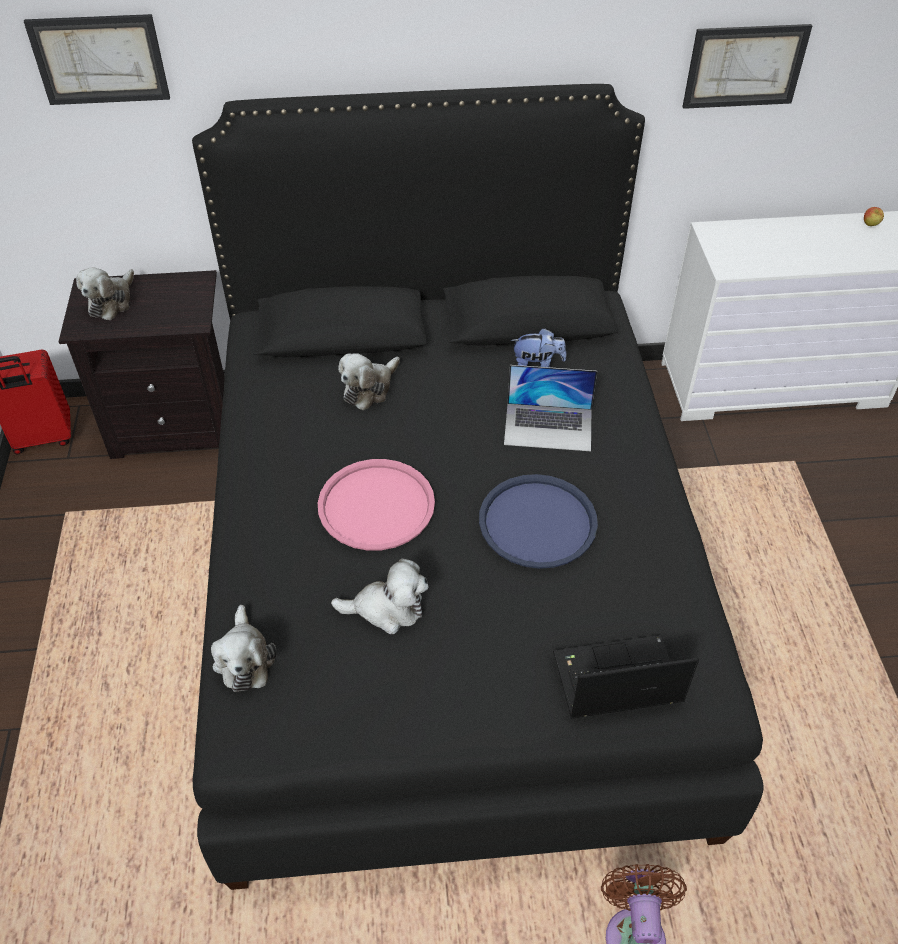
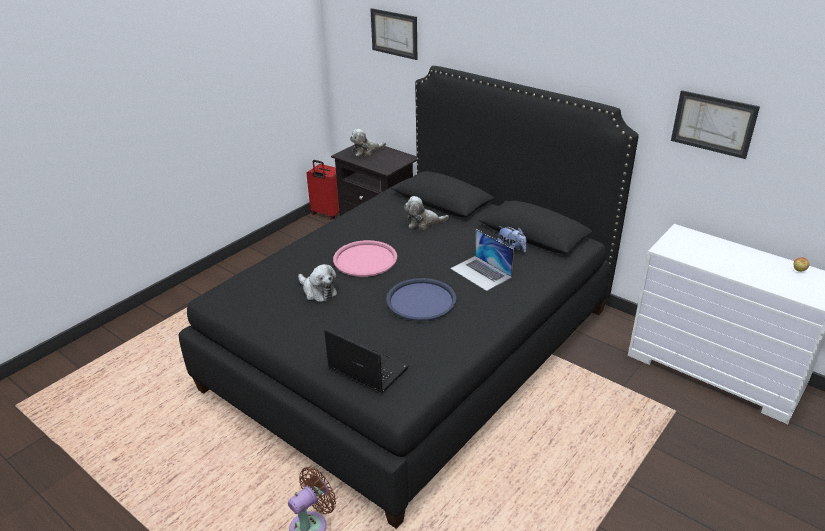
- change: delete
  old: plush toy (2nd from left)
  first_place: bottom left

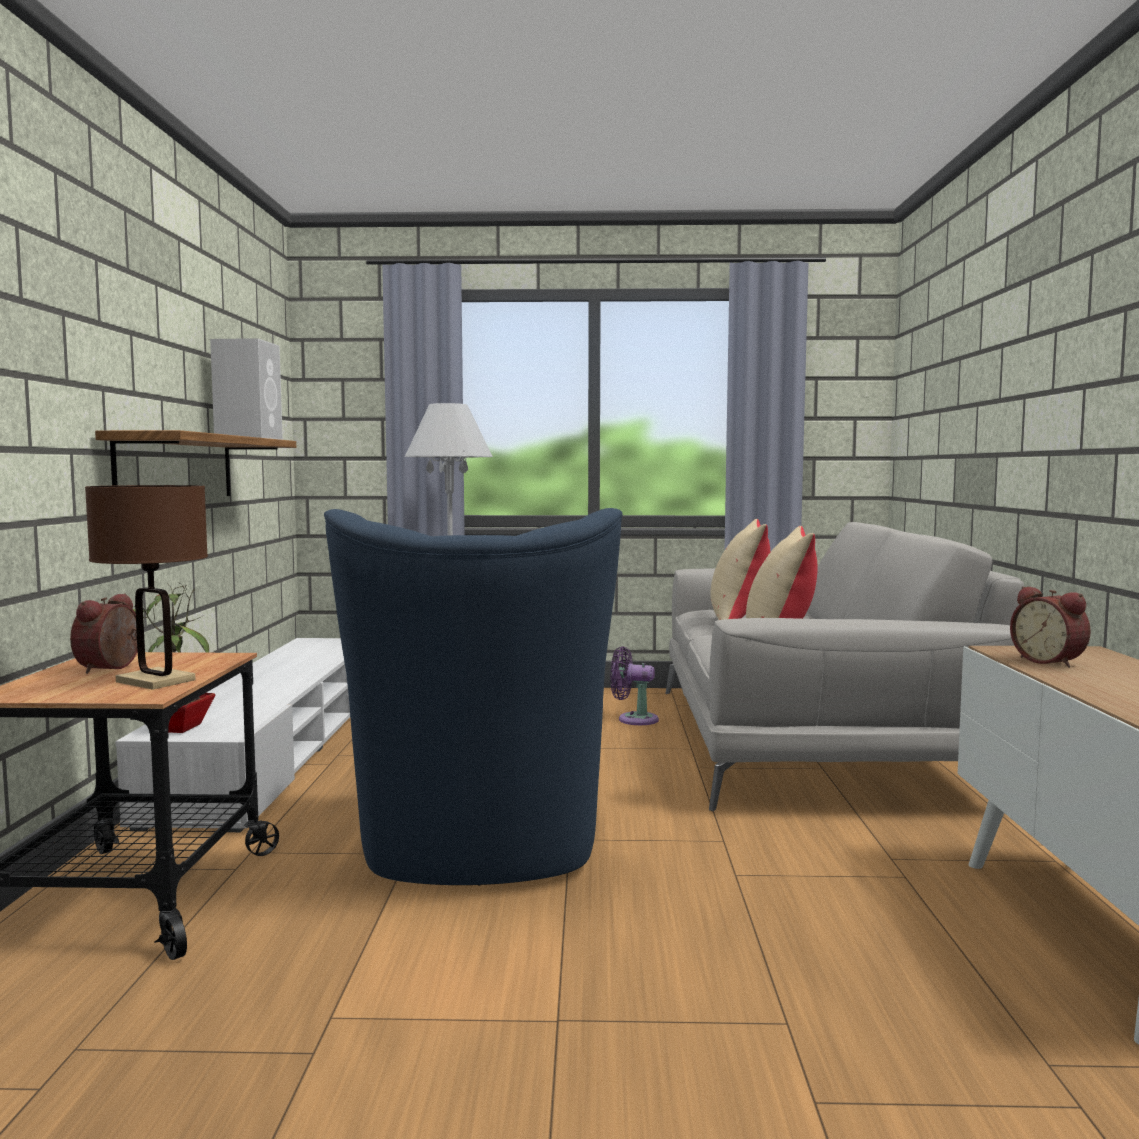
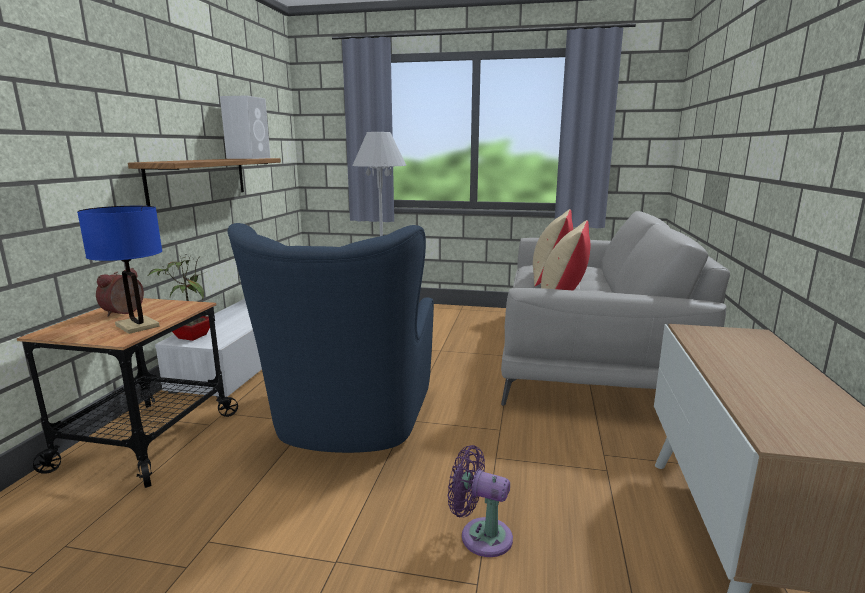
- change: recolor
  old: table lamp (brown)
  new: table lamp (blue)
  first_place: middle left
  second_place: middle left
- change: move
  old: fan (purple)
  first_place: centre
  second_place: bottom centre
- change: delete
  old: alarm clock (2nd from left)
  first_place: middle right

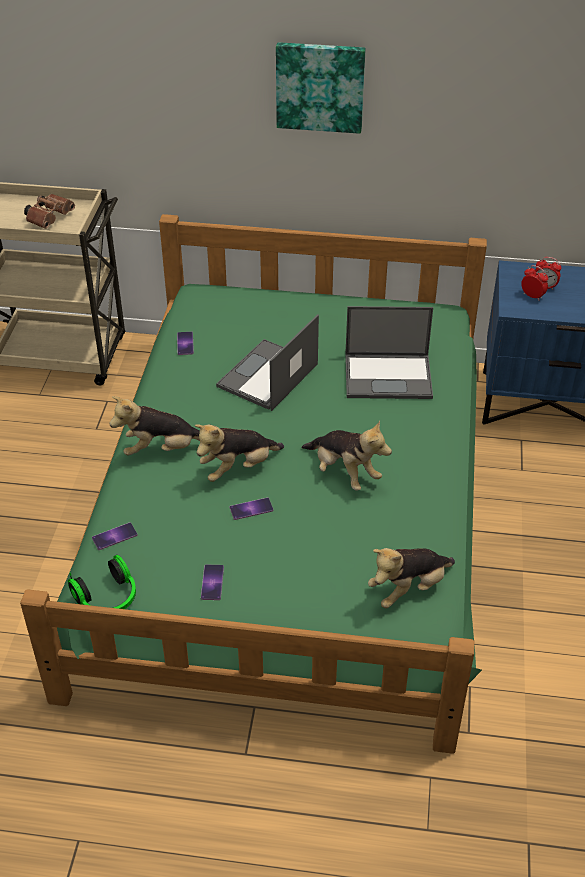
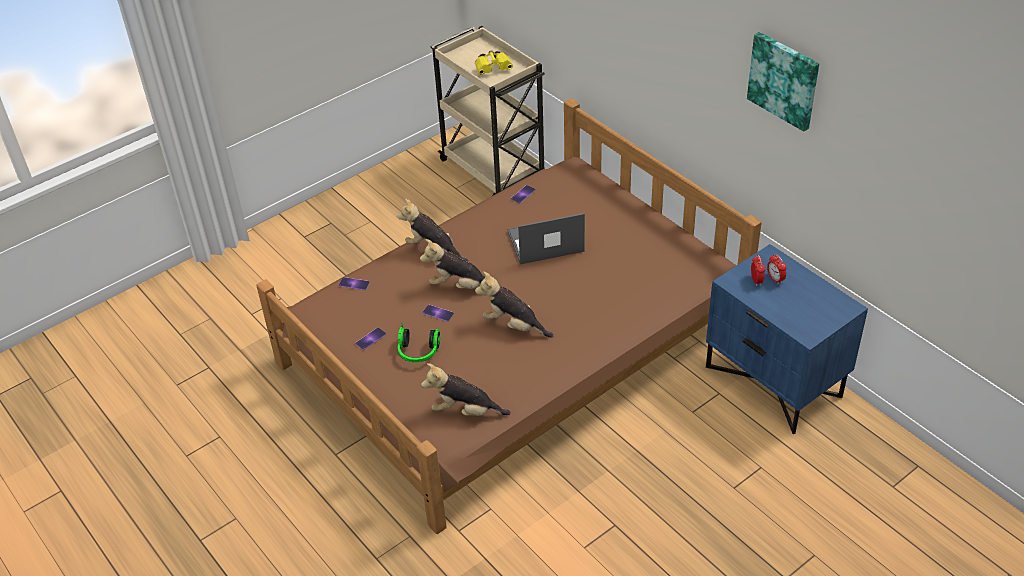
- change: recolor
  old: bed (green)
  new: bed (brown)
  first_place: centre
  second_place: centre
- change: move
  old: headphones
  first_place: middle left
  second_place: centre
- change: recolor
  old: binoculars (brown)
  new: binoculars (yellow)
  first_place: top left
  second_place: top centre
- change: rotate
  old: plush toy (3rd from left in the first image)
  first_place: centre
  second_place: centre
  degrees: 120
- change: move
  old: picture
  first_place: top centre
  second_place: top right
- change: delete
  old: laptop (2nd from left)
  first_place: centre

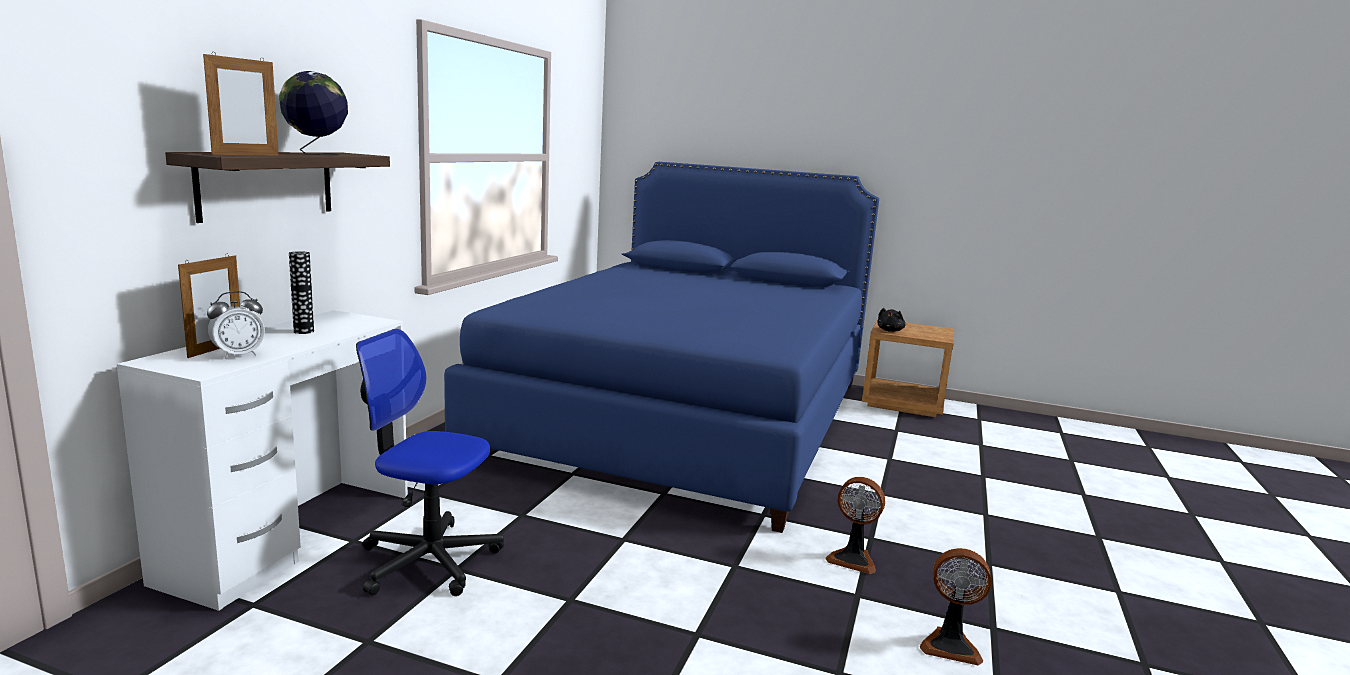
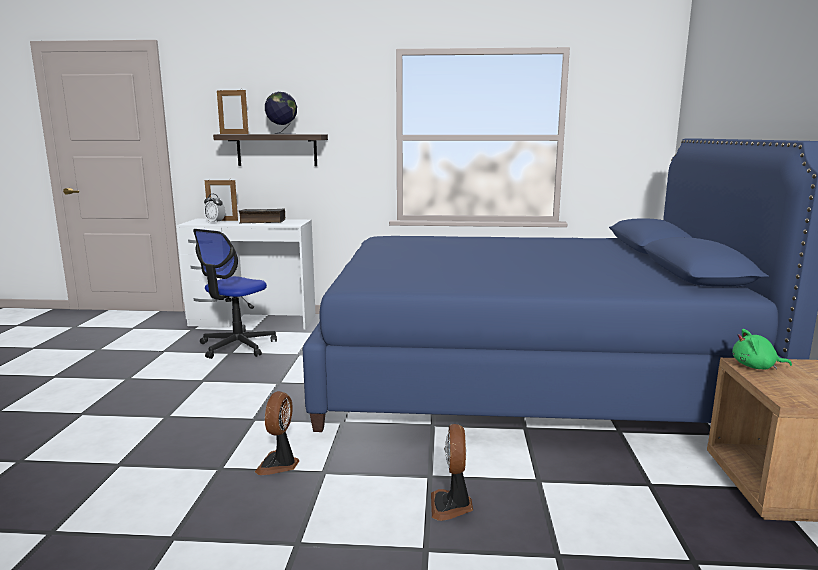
- change: rotate
  old: office chair
  first_place: bottom left
  second_place: middle left
  degrees: -150
- change: replace
  old: vase
  new: book
  first_place: middle left
  second_place: middle left
- change: move
  old: fan (2nd from left)
  first_place: bottom right
  second_place: bottom centre
- change: recolor
  old: plush toy (black)
  new: plush toy (green)
  first_place: centre
  second_place: middle right

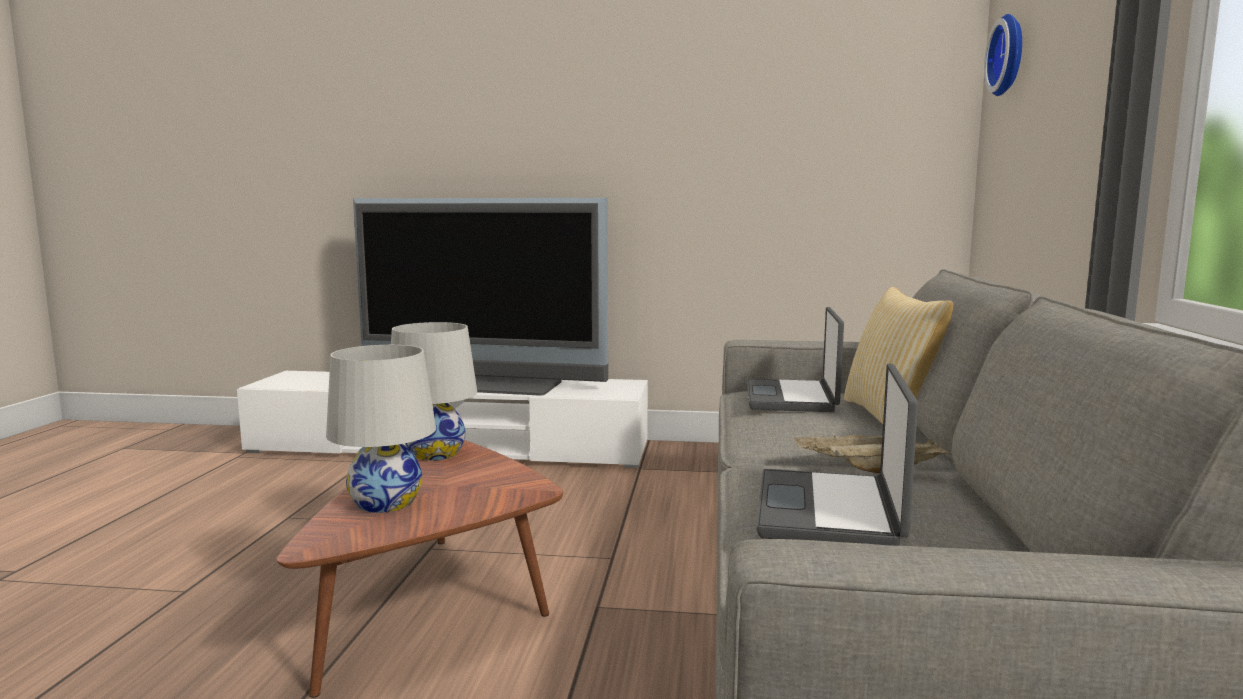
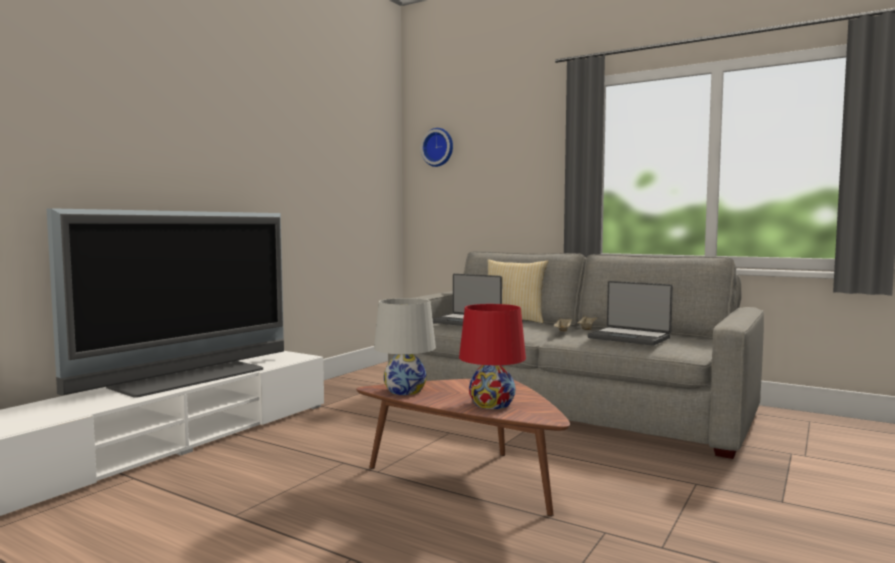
- change: recolor
  old: table lamp (white) (1st from left)
  new: table lamp (red)
  first_place: middle left
  second_place: centre

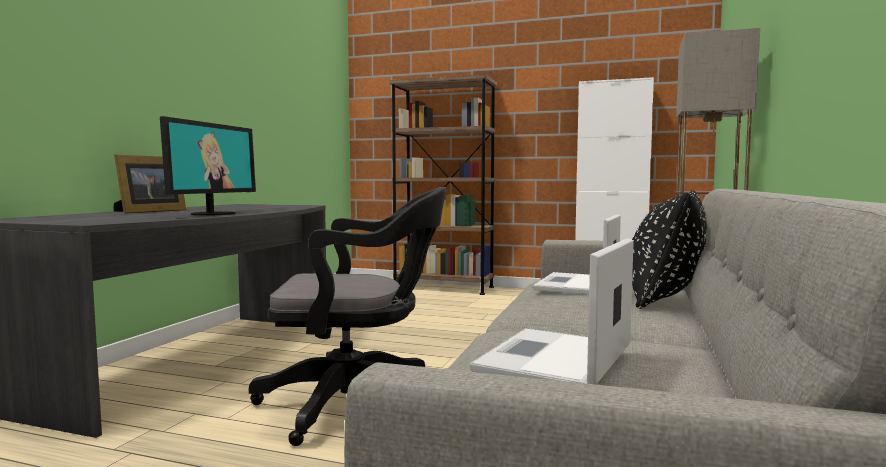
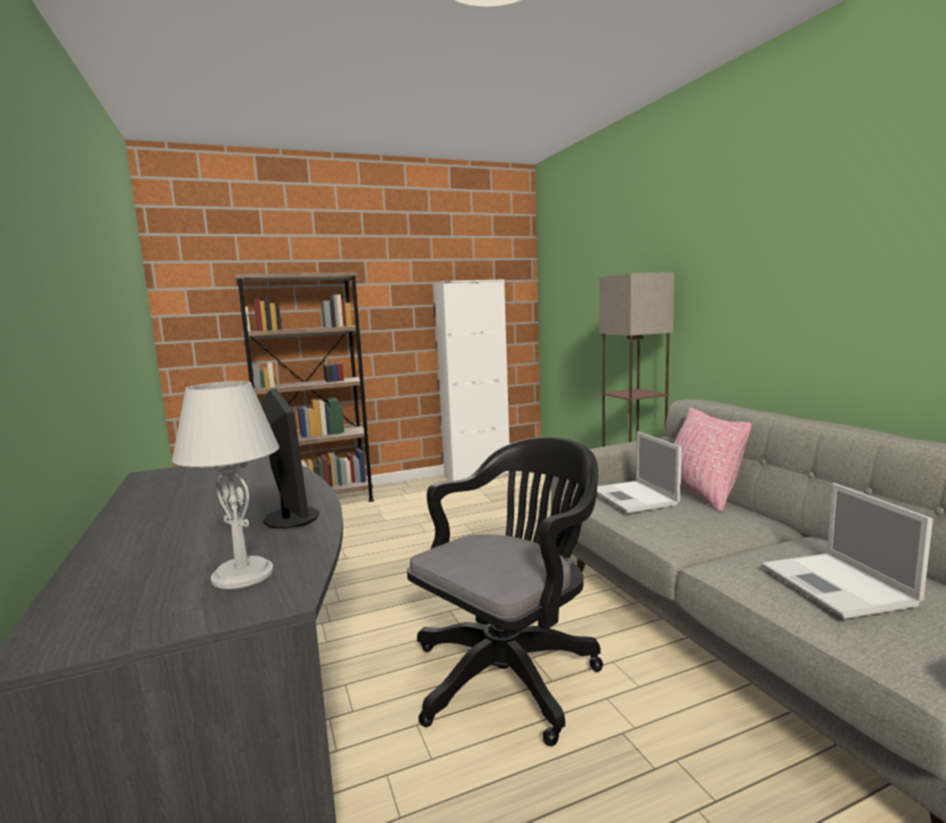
- change: insert
  new: table lamp (grey)
  second_place: middle left
- change: recolor
  old: pillow (black)
  new: pillow (pink)
  first_place: middle right
  second_place: middle right
- change: delete
  old: picture frame
  first_place: middle left

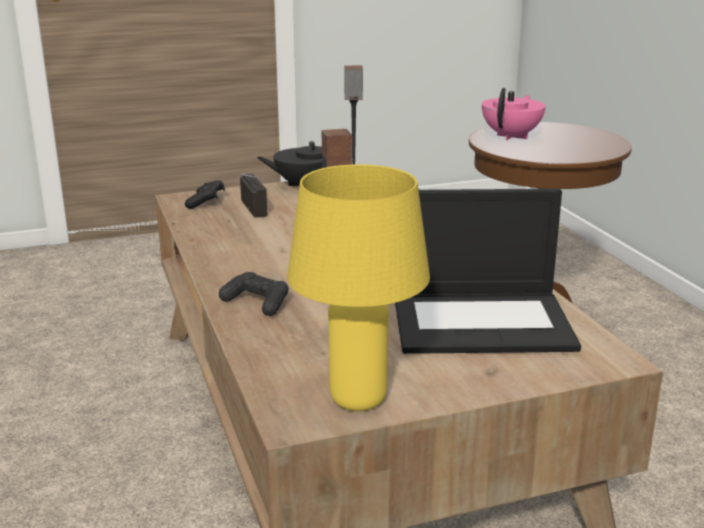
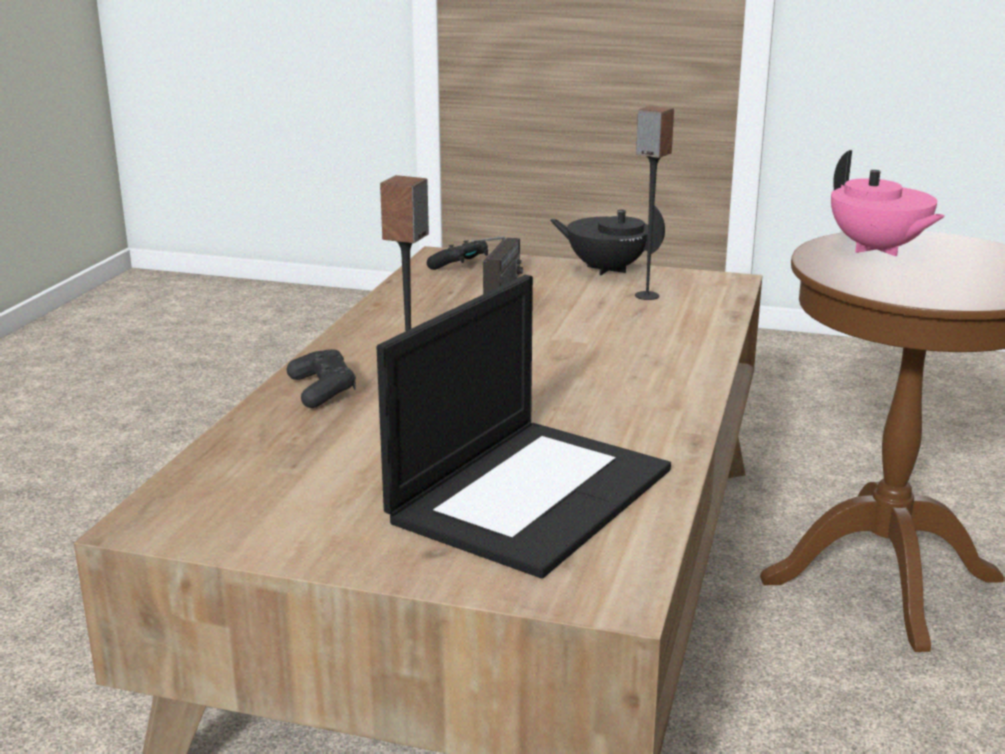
- change: rotate
  old: laptop
  first_place: middle right
  second_place: centre
  degrees: -90
- change: rotate
  old: teapot (pink)
  first_place: top right
  second_place: top right
  degrees: 90
- change: delete
  old: table lamp (yellow)
  first_place: centre

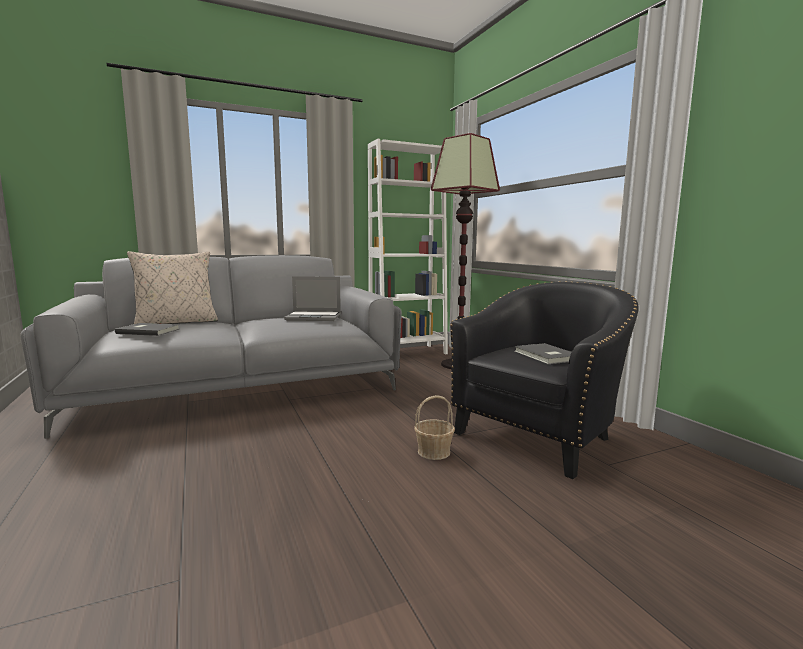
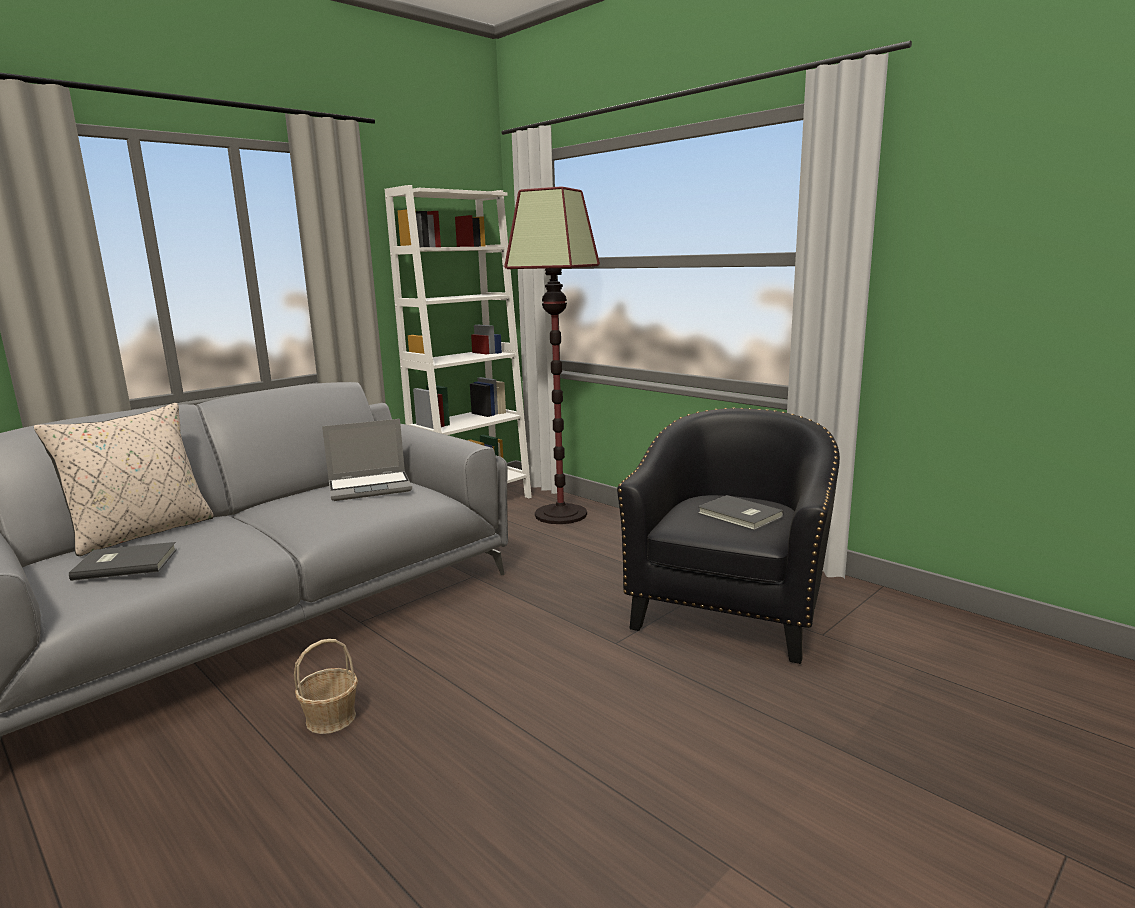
- change: move
  old: basket
  first_place: centre
  second_place: bottom left

